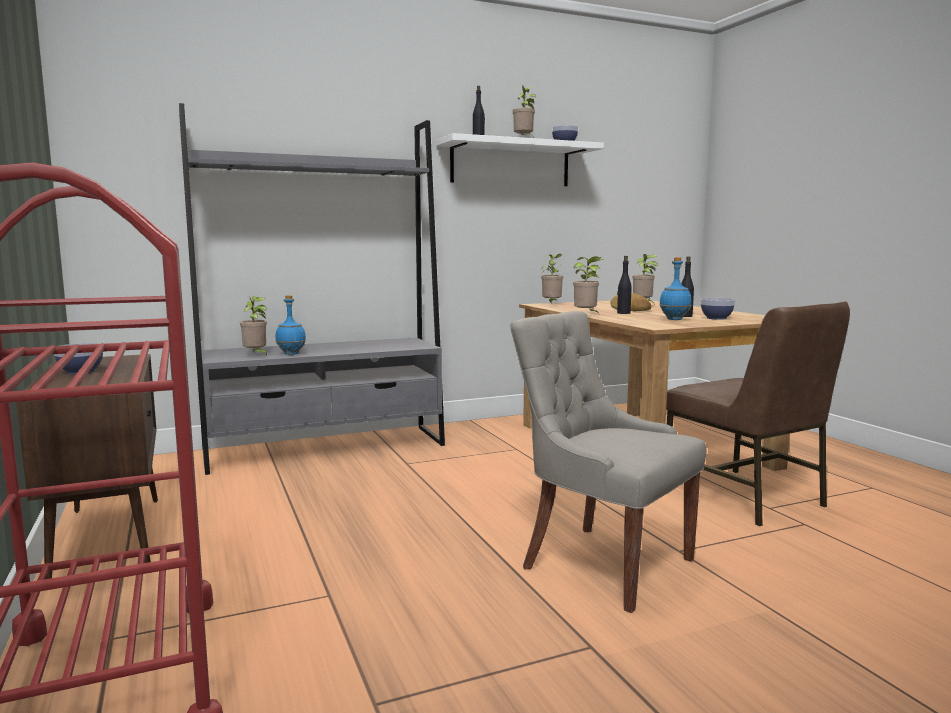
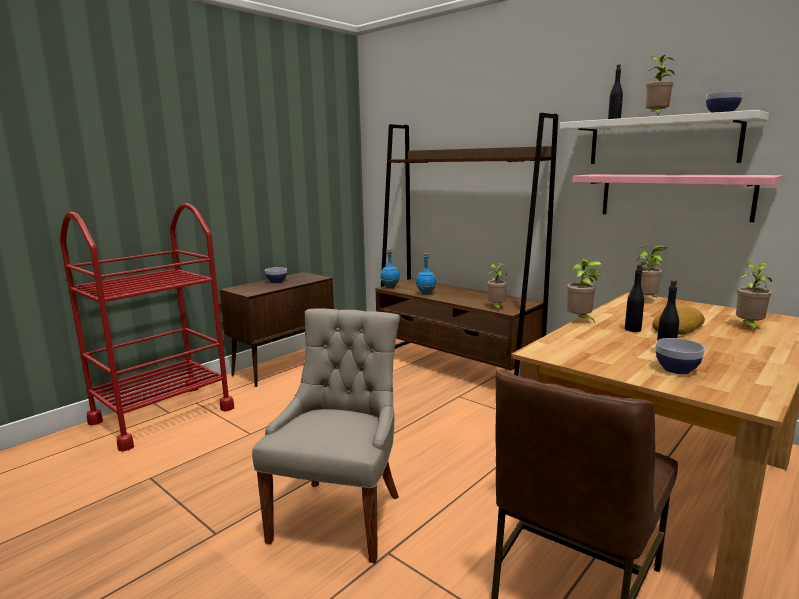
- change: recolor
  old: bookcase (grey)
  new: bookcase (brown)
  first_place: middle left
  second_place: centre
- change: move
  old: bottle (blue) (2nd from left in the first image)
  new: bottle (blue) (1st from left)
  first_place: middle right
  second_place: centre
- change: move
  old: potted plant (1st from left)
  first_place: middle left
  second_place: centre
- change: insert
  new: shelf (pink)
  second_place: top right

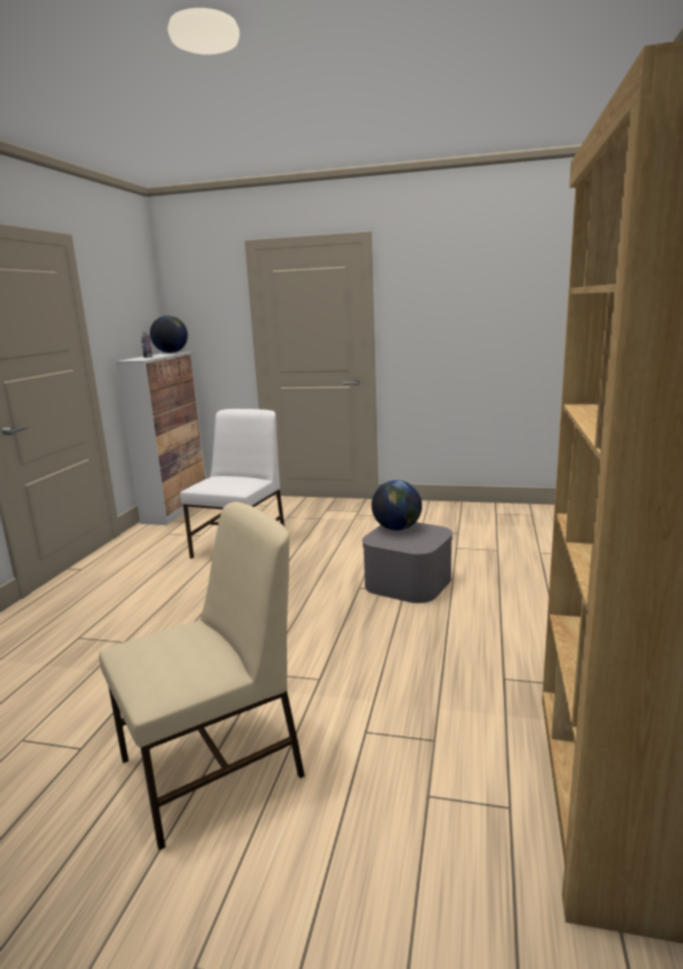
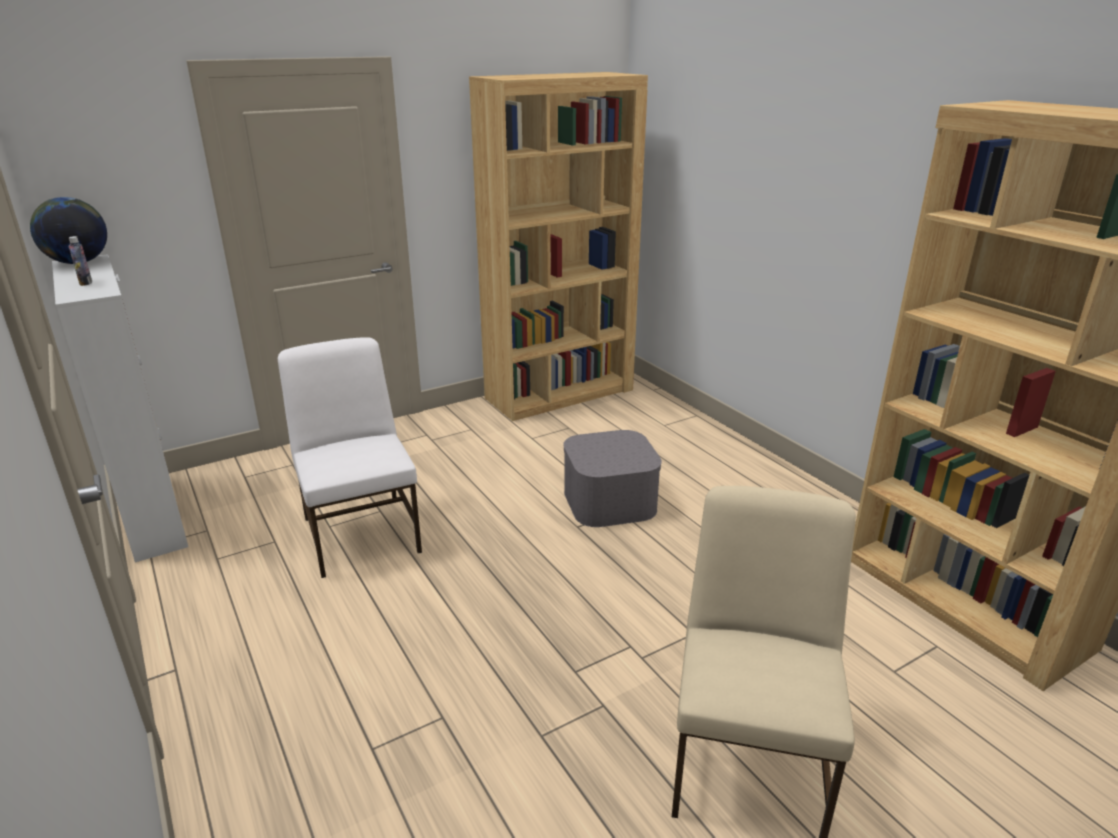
- change: insert
  new: bookcase (brown) (1st from left)
  second_place: top centre
- change: delete
  old: globe (2nd from left)
  first_place: centre

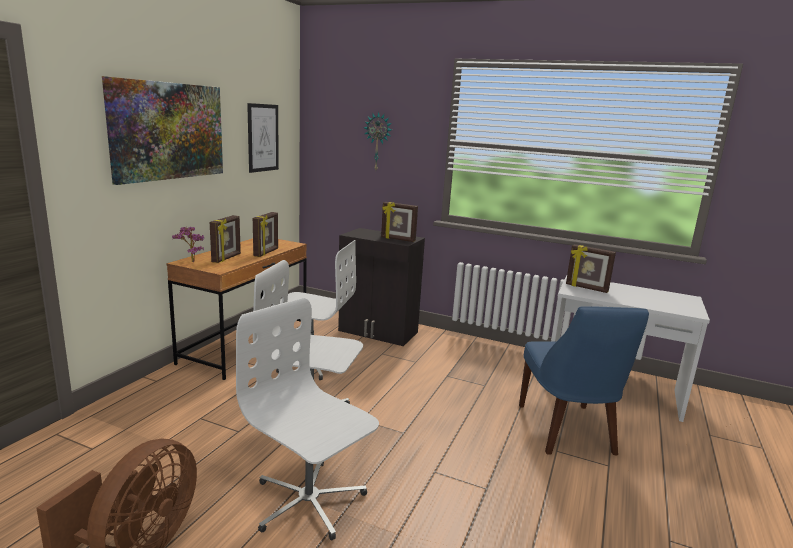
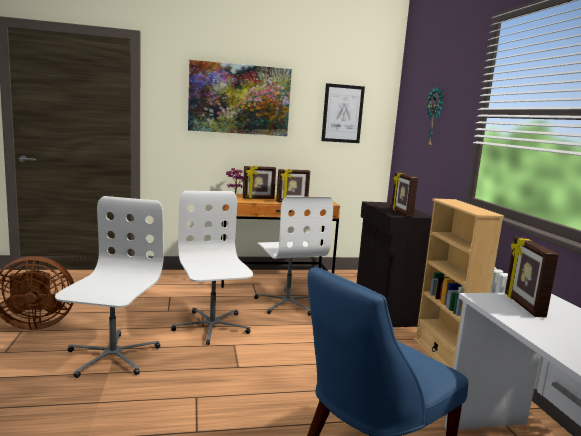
- change: insert
  new: bookcase (beige)
  second_place: middle right

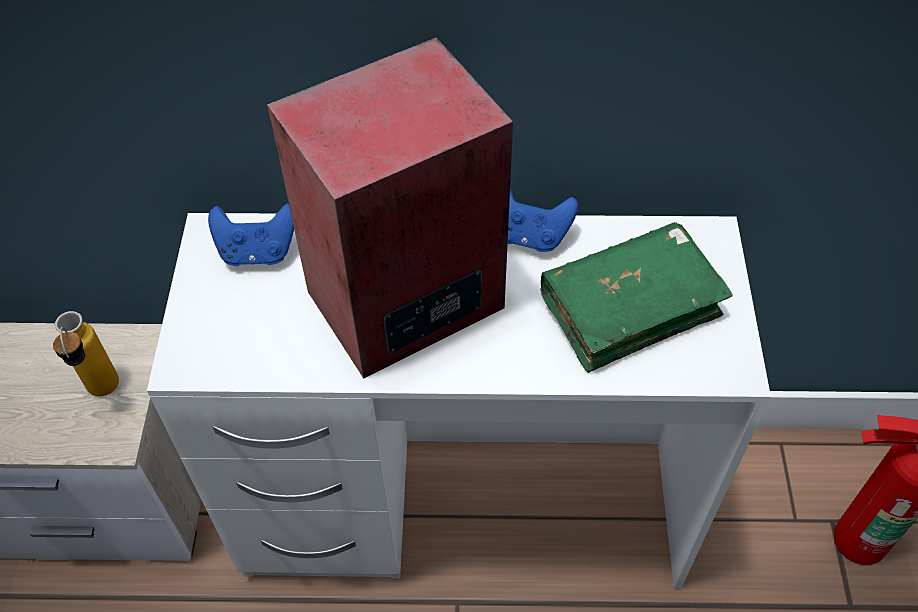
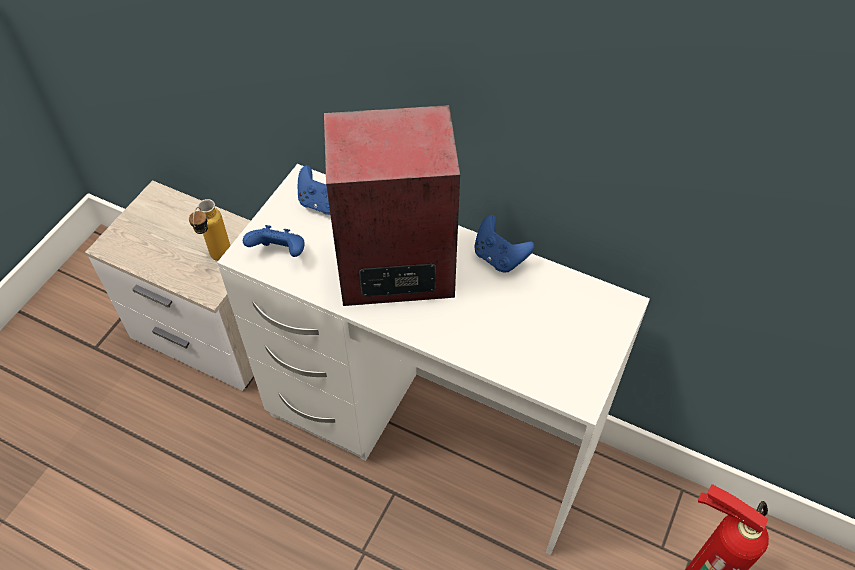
- change: insert
  new: game controller (blue) (1st from left)
  second_place: middle left
- change: delete
  old: book (green)
  first_place: middle right

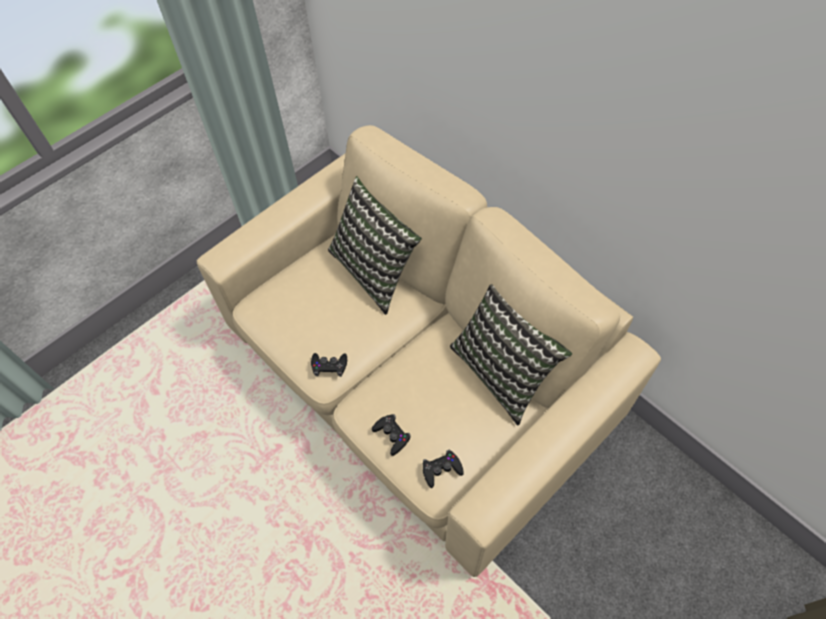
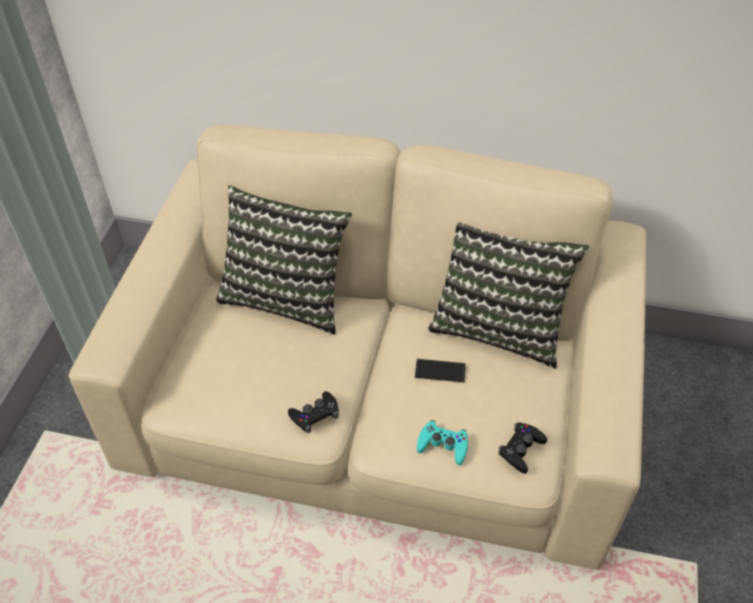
- change: insert
  new: phone
  second_place: centre
- change: recolor
  old: game controller (black) (2nd from left)
  new: game controller (turquoise)
  first_place: bottom centre
  second_place: bottom centre

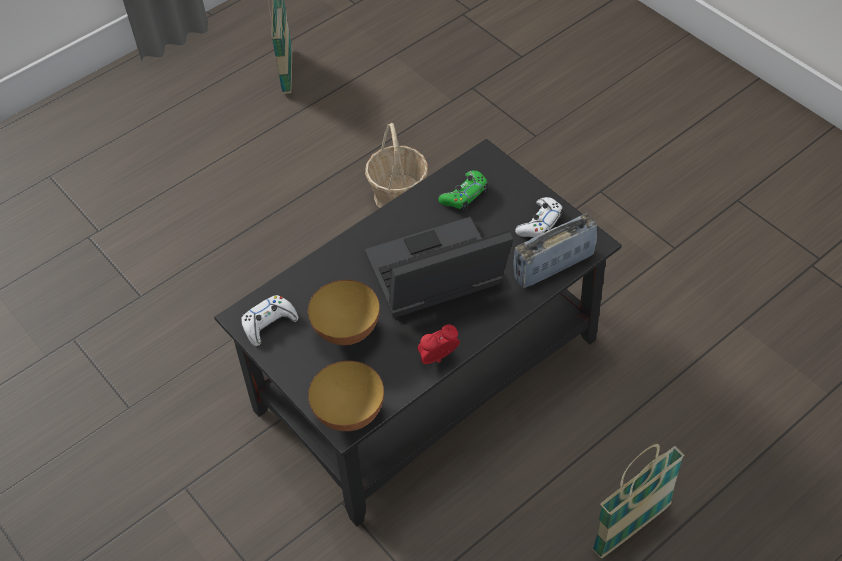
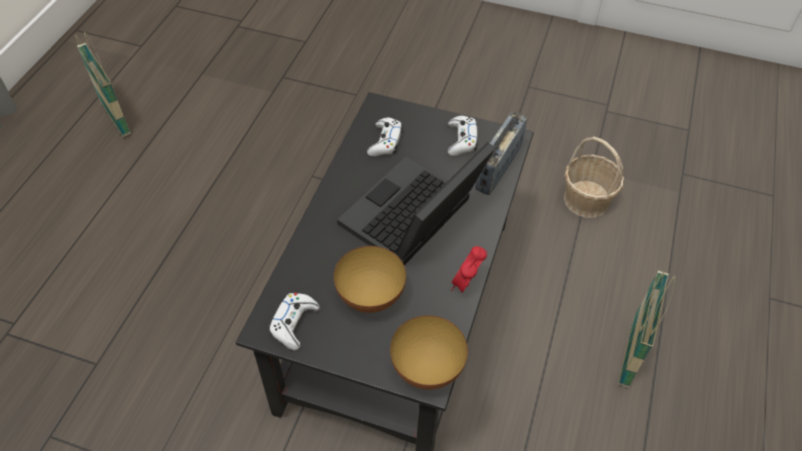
- change: recolor
  old: game controller (green)
  new: game controller (white) (2nd from left)
  first_place: centre
  second_place: top centre
- change: move
  old: basket (2nd from left)
  first_place: top centre
  second_place: middle right

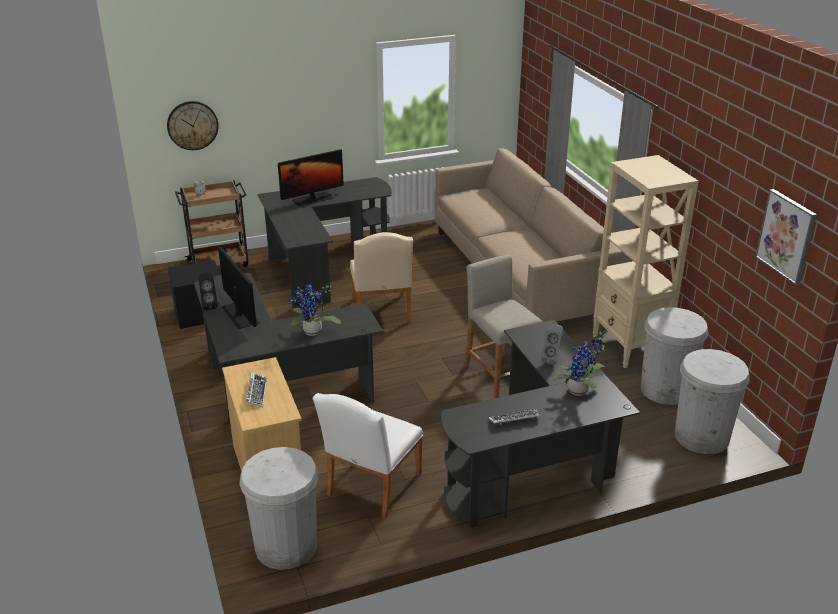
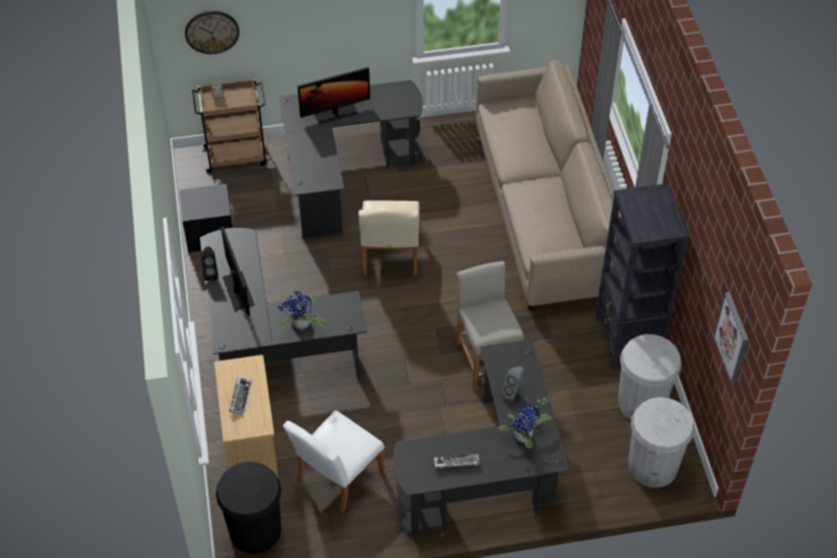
- change: recolor
  old: trash can (white) (1st from left)
  new: trash can (black)
  first_place: bottom left
  second_place: bottom left
- change: recolor
  old: bookcase (beige)
  new: bookcase (black)
  first_place: middle right
  second_place: middle right

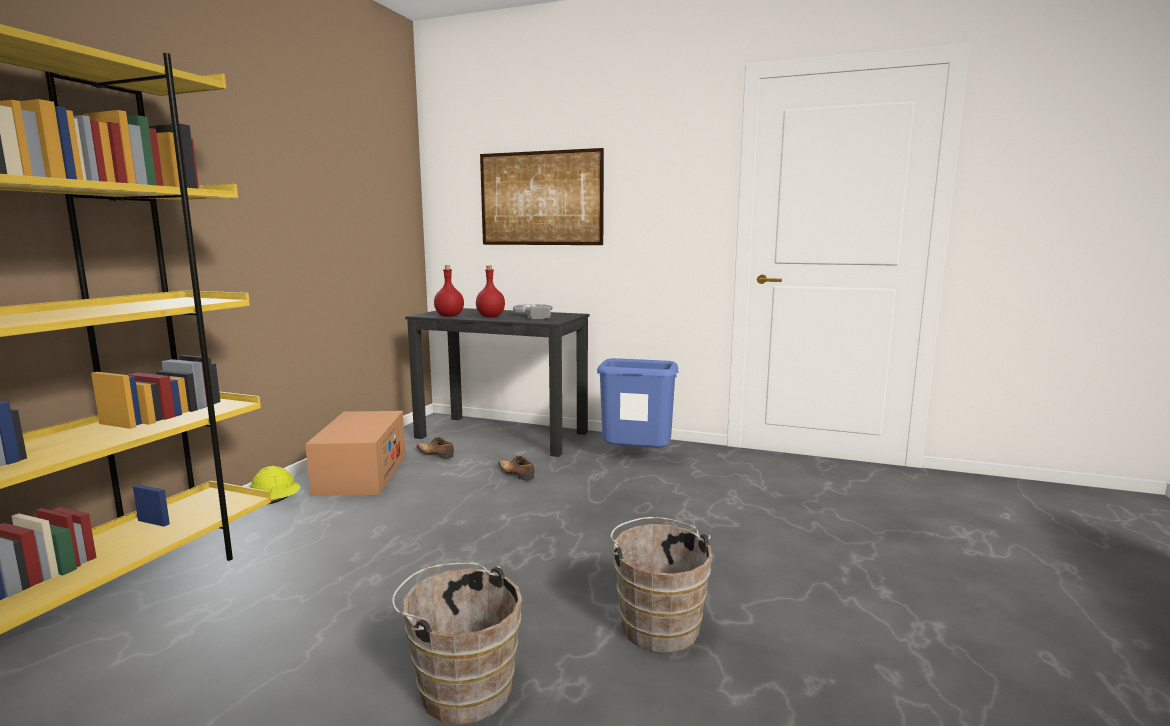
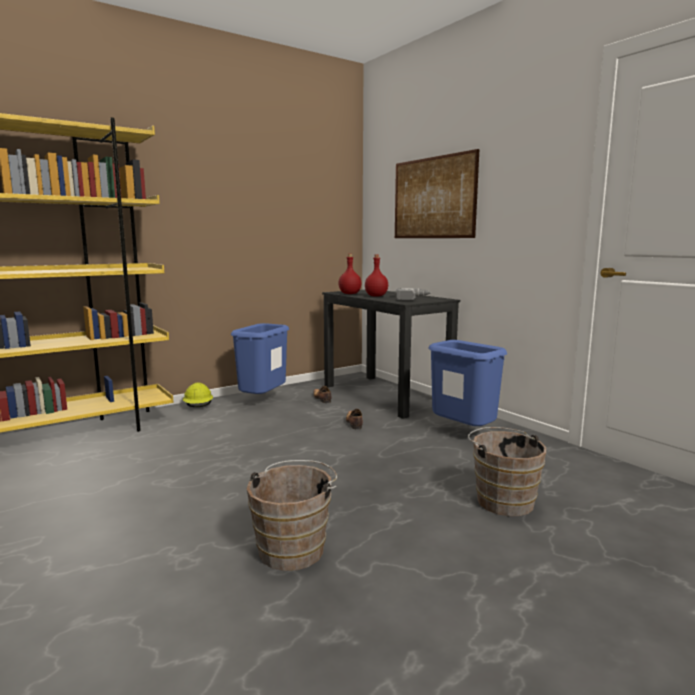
- change: replace
  old: cardboard box
  new: trash can (blue) (1st from left)
  first_place: middle left
  second_place: centre
- change: move
  old: bucket (brown) (1st from left in the first image)
  new: bucket (brown) (2nd from left)
  first_place: bottom centre
  second_place: bottom right

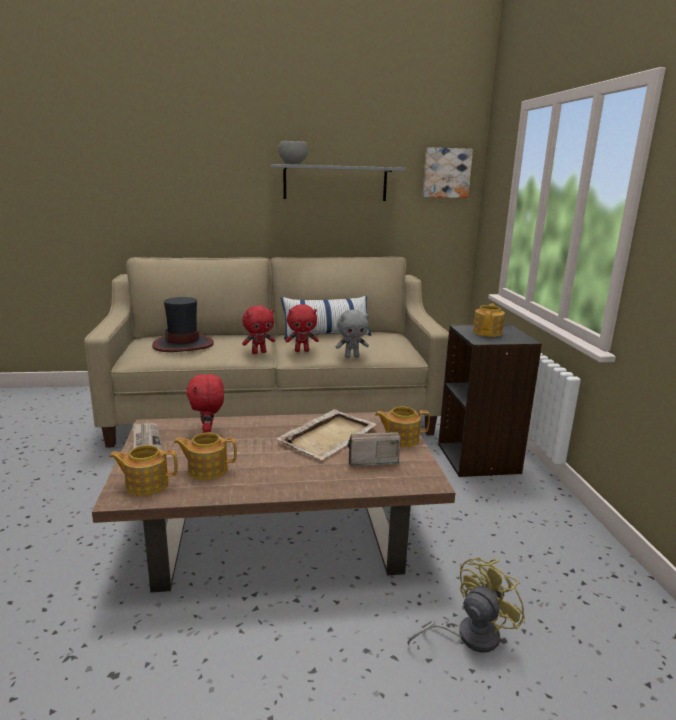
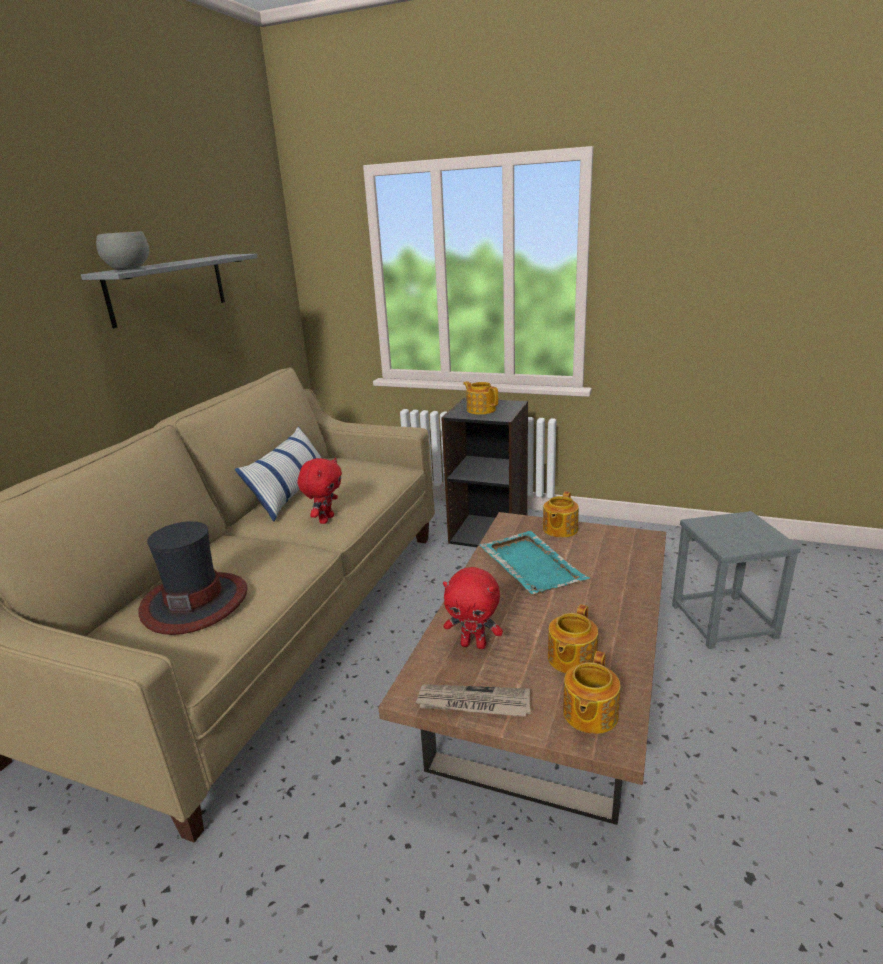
- change: recolor
  old: tray (beige)
  new: tray (turquoise)
  first_place: centre
  second_place: centre
- change: replace
  old: fan (yellow)
  new: stool (grey)
  first_place: bottom right
  second_place: middle right
- change: delete
  old: plush toy (red) (2nd from left)
  first_place: centre
- change: delete
  old: plush toy (grey)
  first_place: centre
- change: delete
  old: radio
  first_place: centre
- change: delete
  old: picture
  first_place: top centre

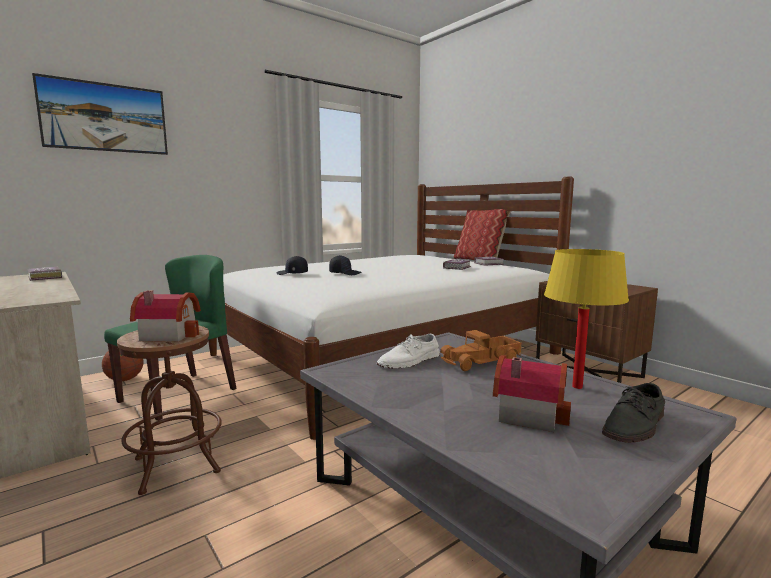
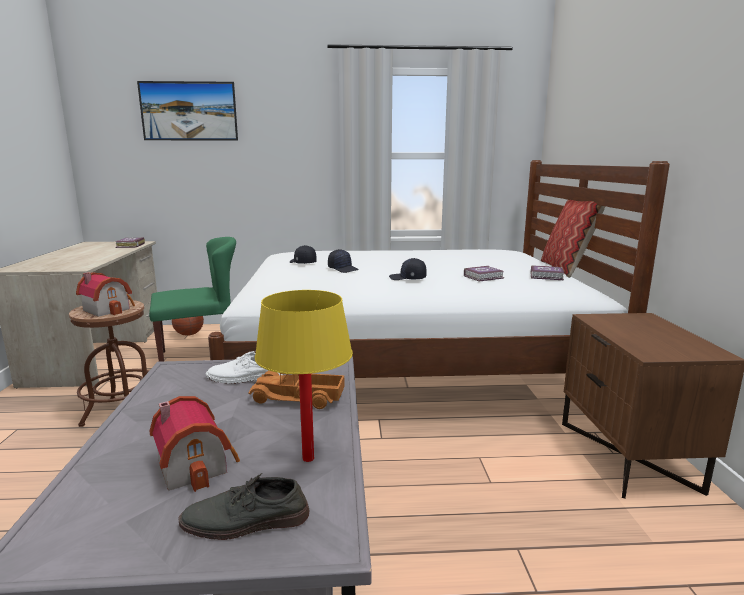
- change: insert
  new: cap (black) (3rd from left)
  second_place: centre

